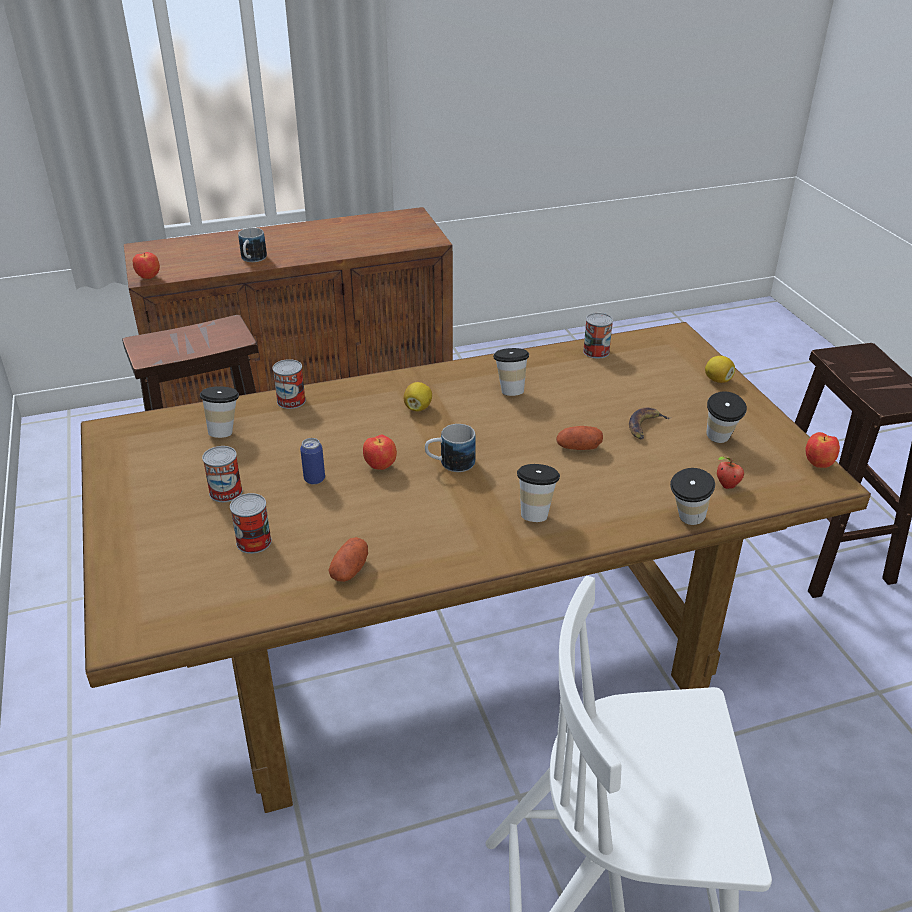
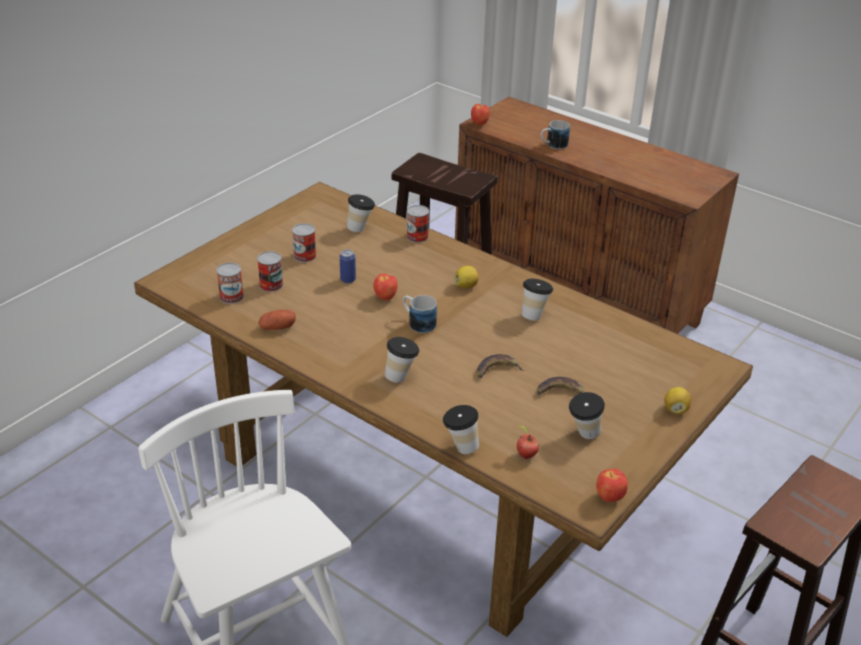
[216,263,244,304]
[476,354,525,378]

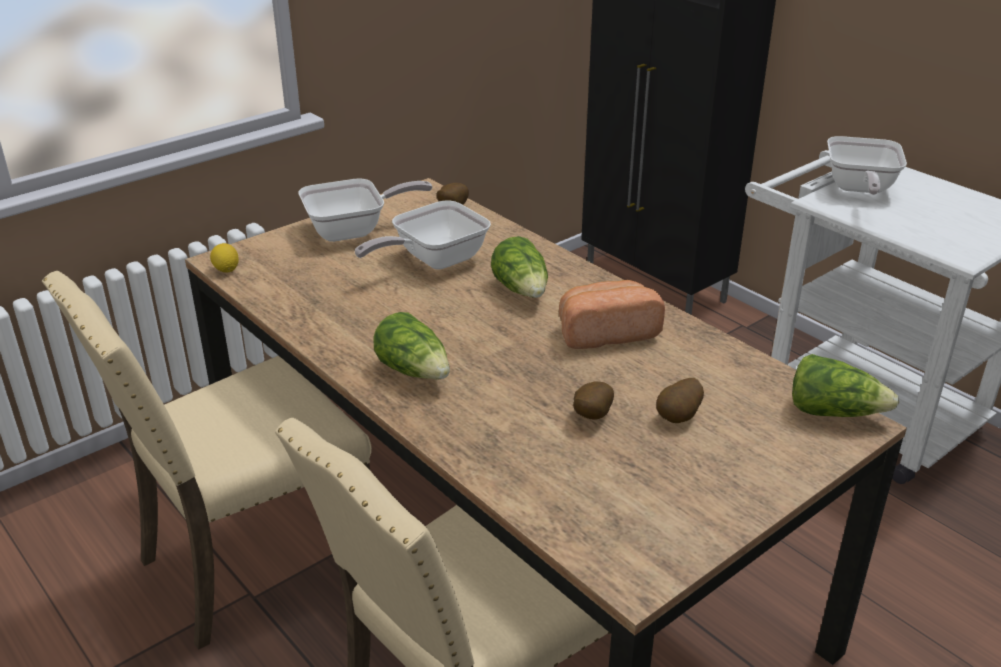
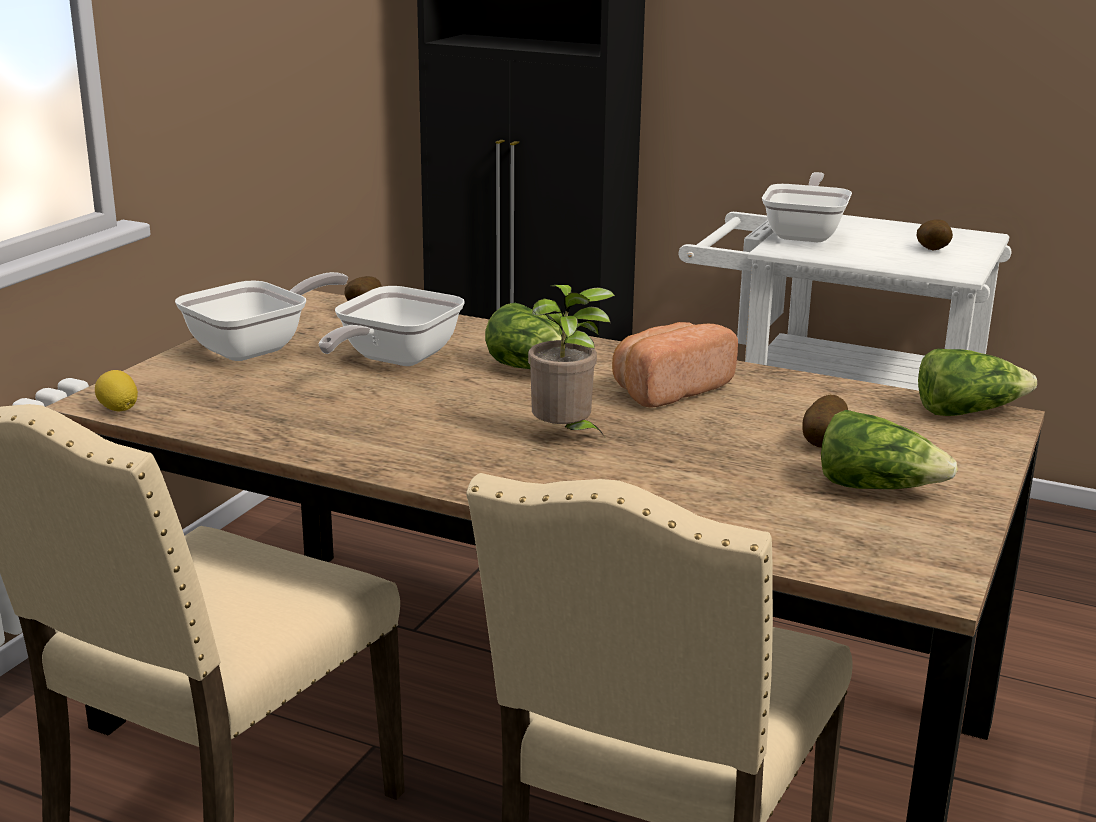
[762,172,852,242]
[821,410,958,489]
[916,220,953,251]
[528,285,615,436]

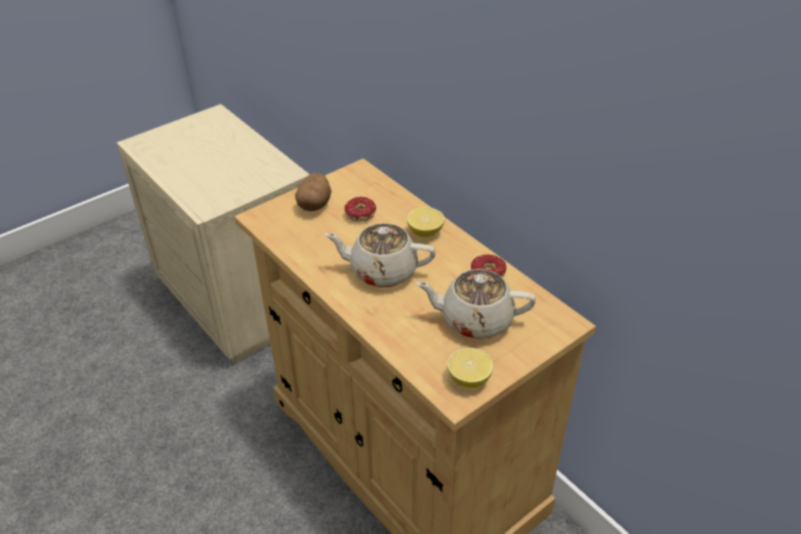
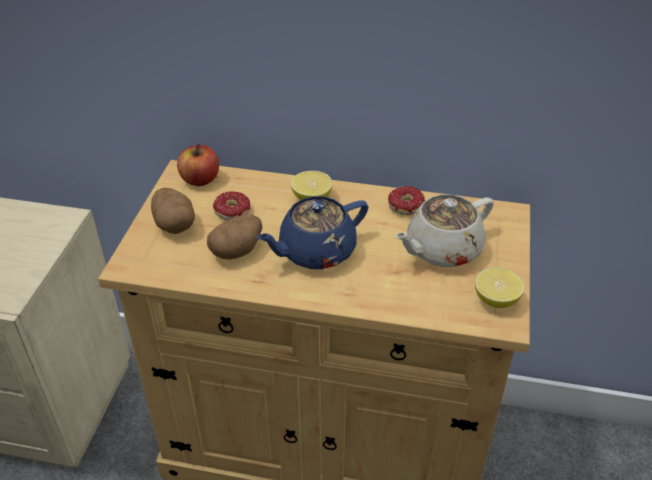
[256,196,368,269]
[177,144,219,186]
[207,214,262,259]

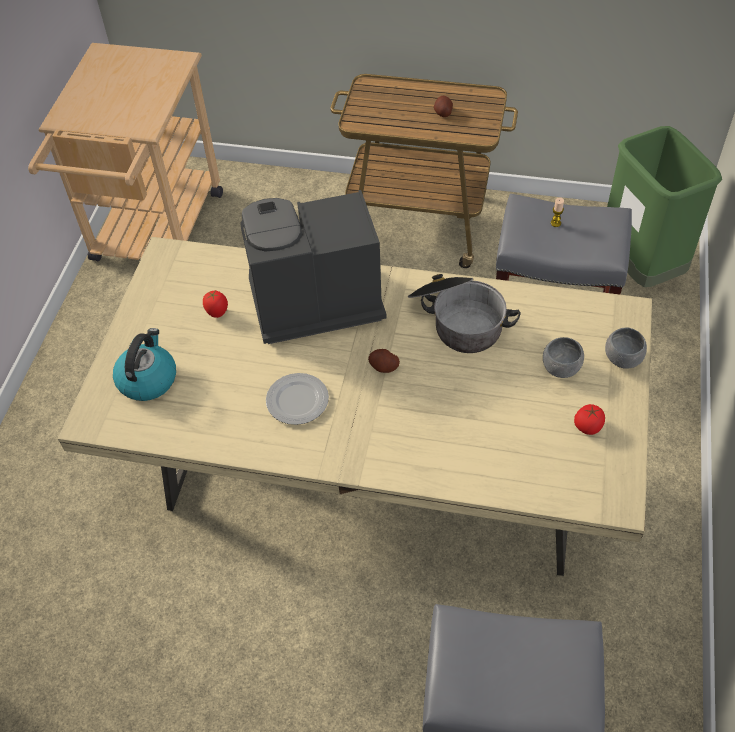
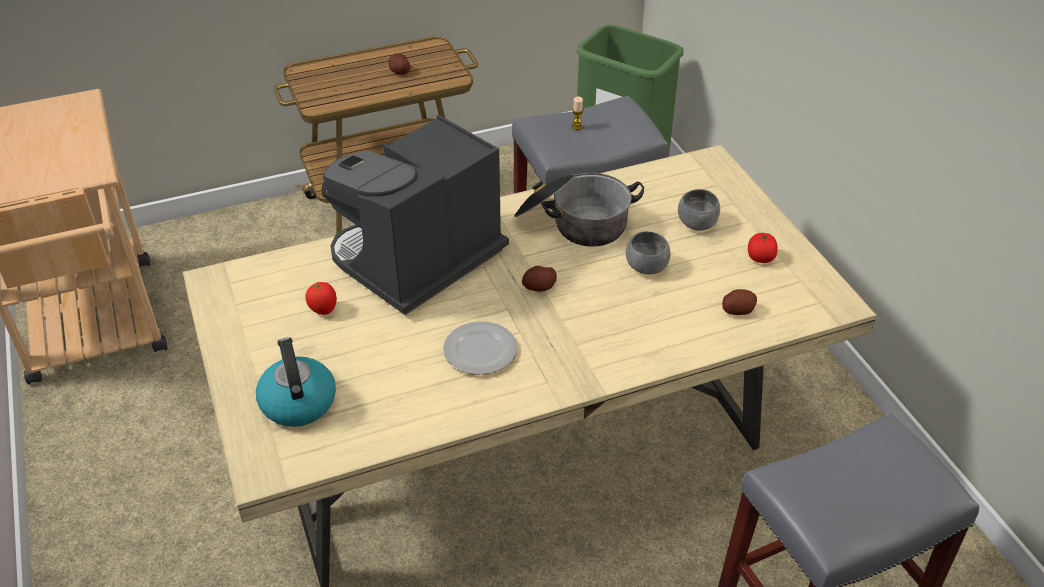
[626,231,671,275]
[722,289,757,315]

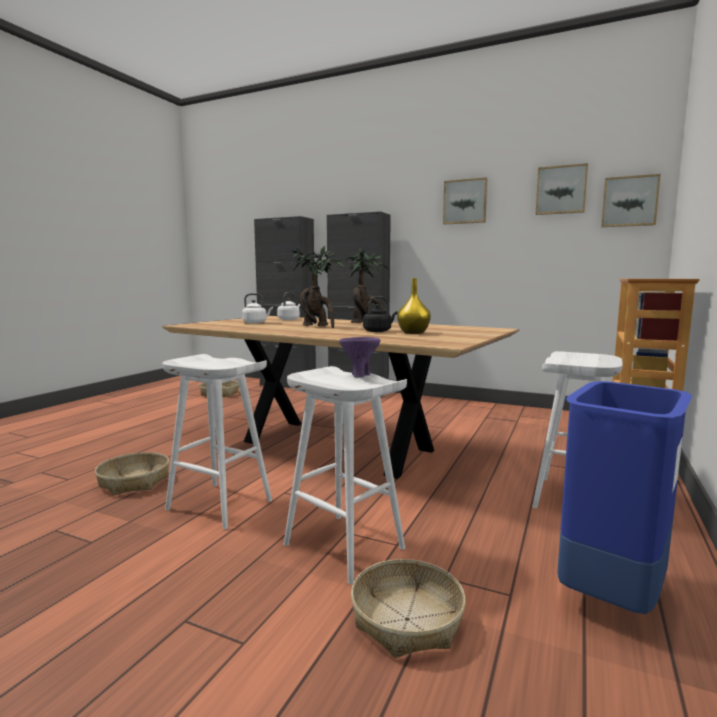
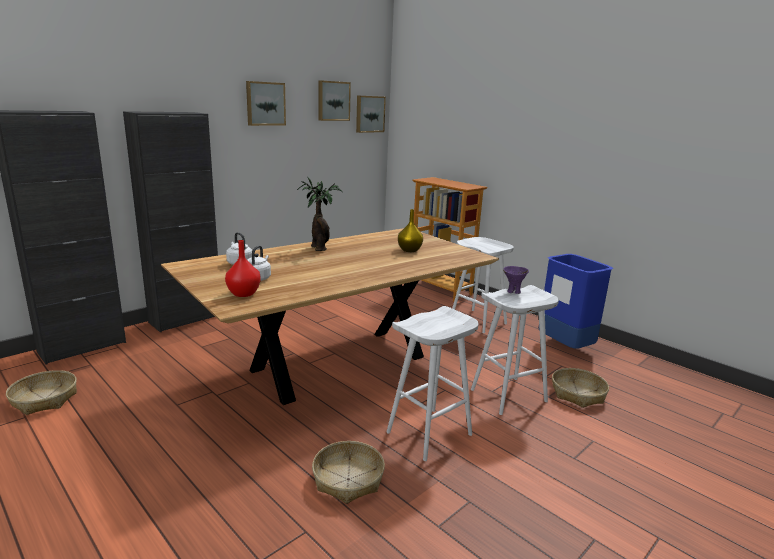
[291,246,345,328] (first image)
[363,296,398,332] (first image)
[225,240,261,297]

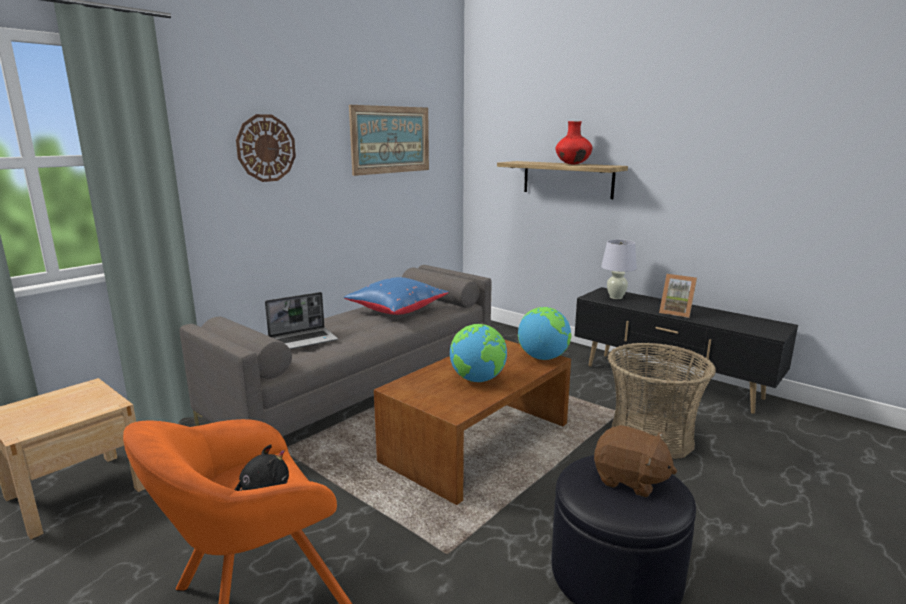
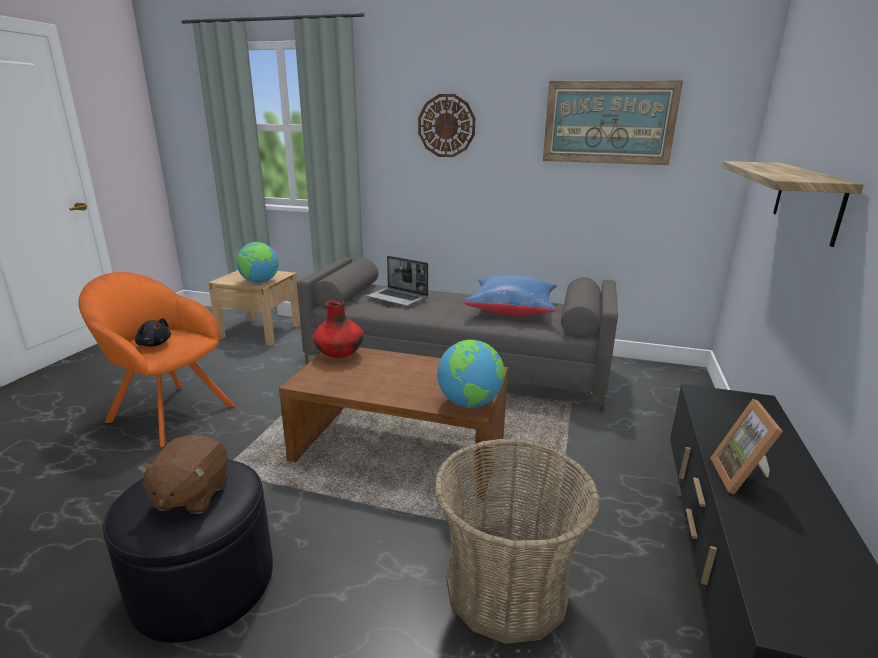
[313,300,364,358]
[601,239,637,299] (first image)
[236,242,279,283]

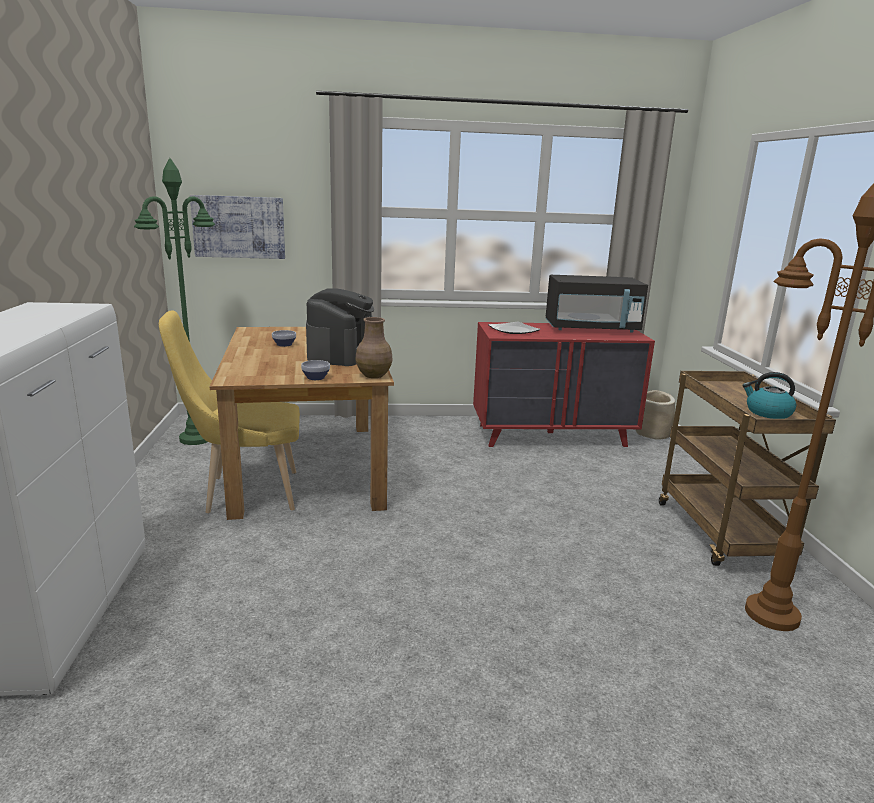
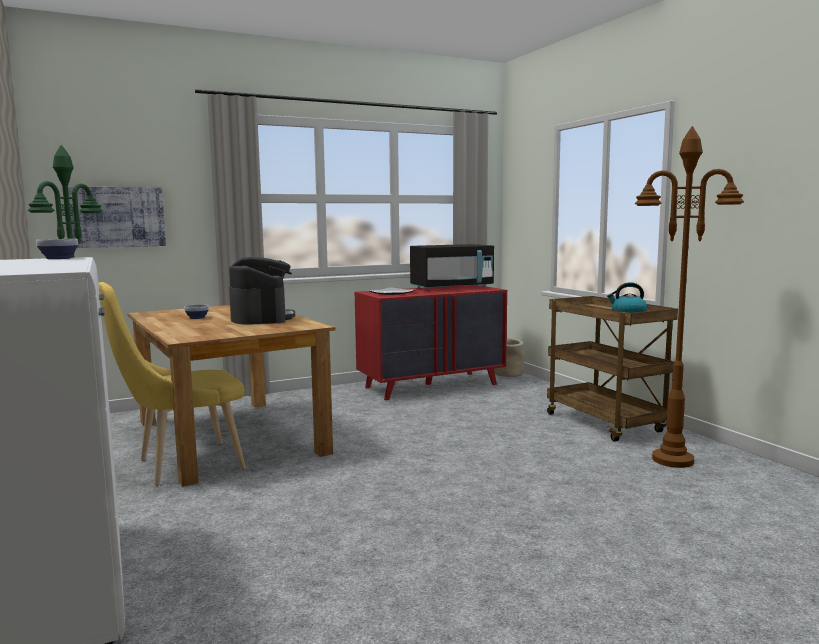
[355,317,392,378] (first image)
[36,239,78,259]

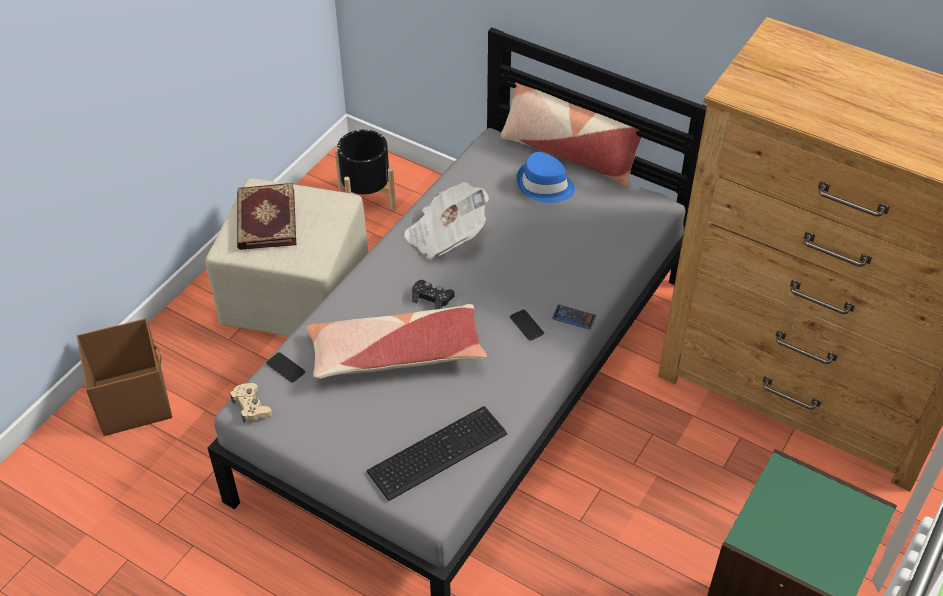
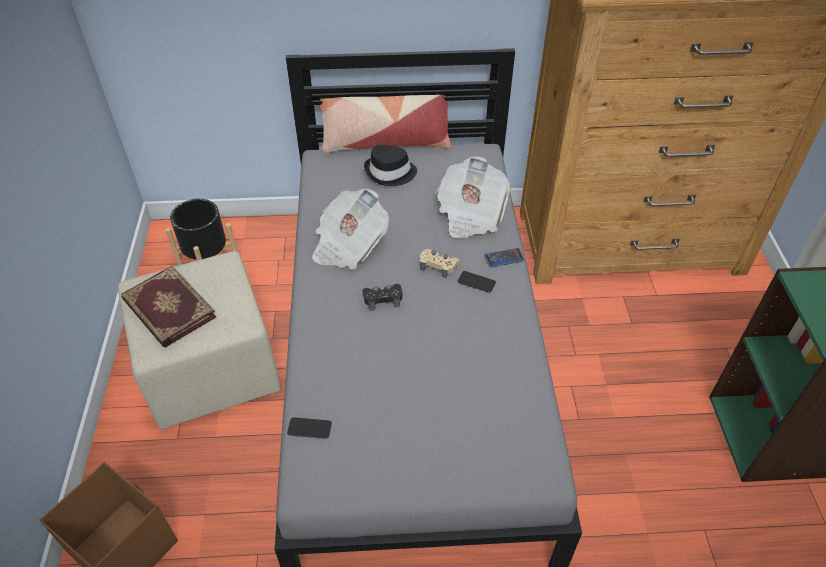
[364,145,417,186]
[307,304,487,379] (first image)
[420,249,459,278]
[366,406,507,501] (first image)
[436,156,511,239]

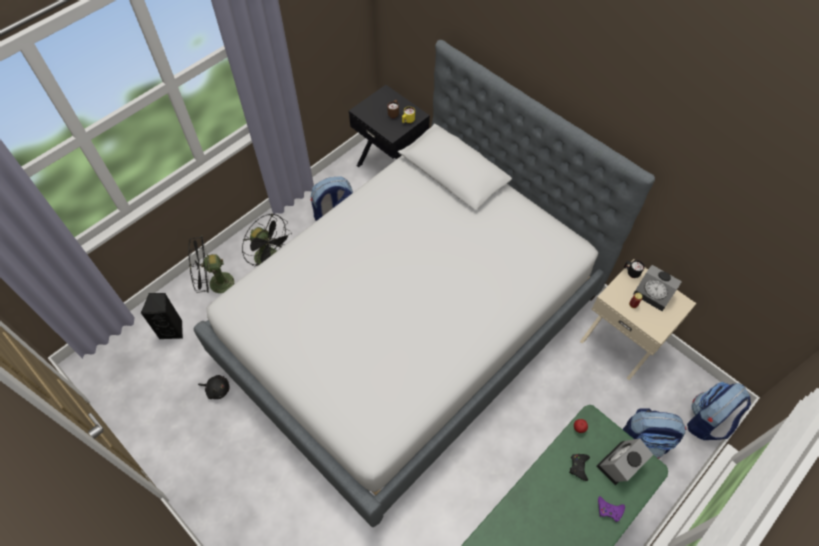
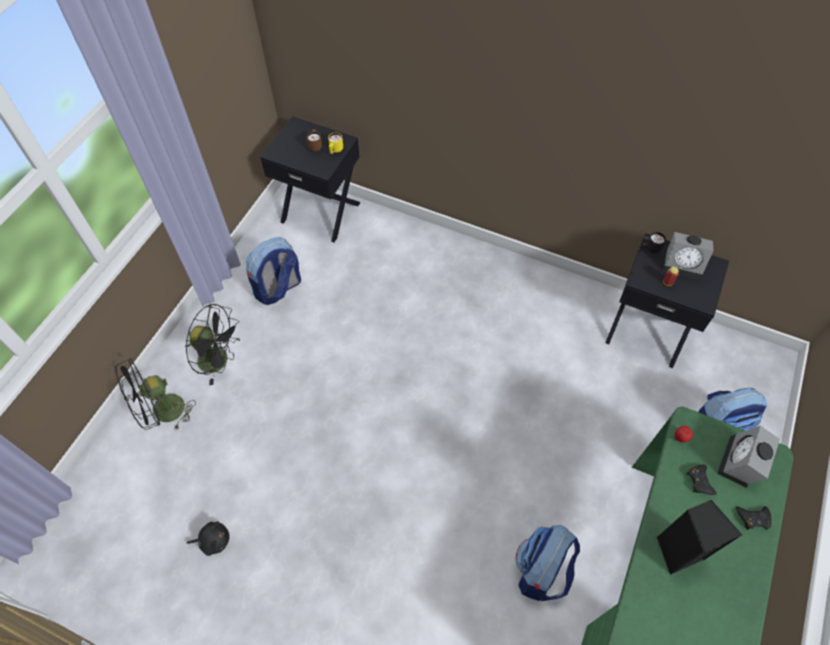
[194,40,655,527] (first image)
[606,234,729,368]
[657,500,742,575]
[516,525,580,601]
[736,506,772,530]

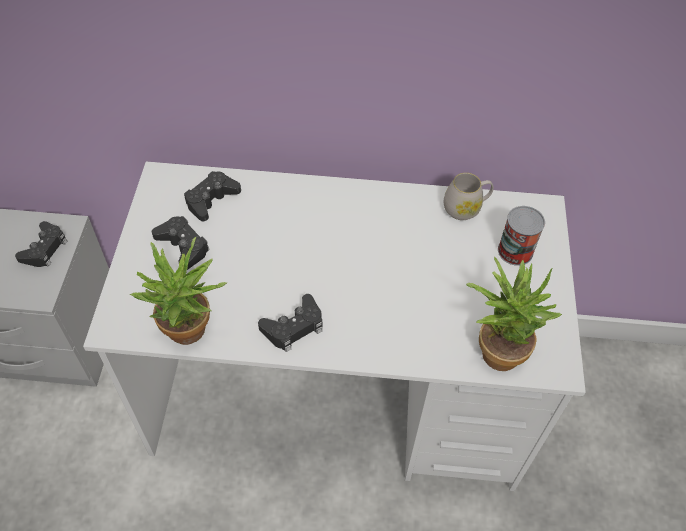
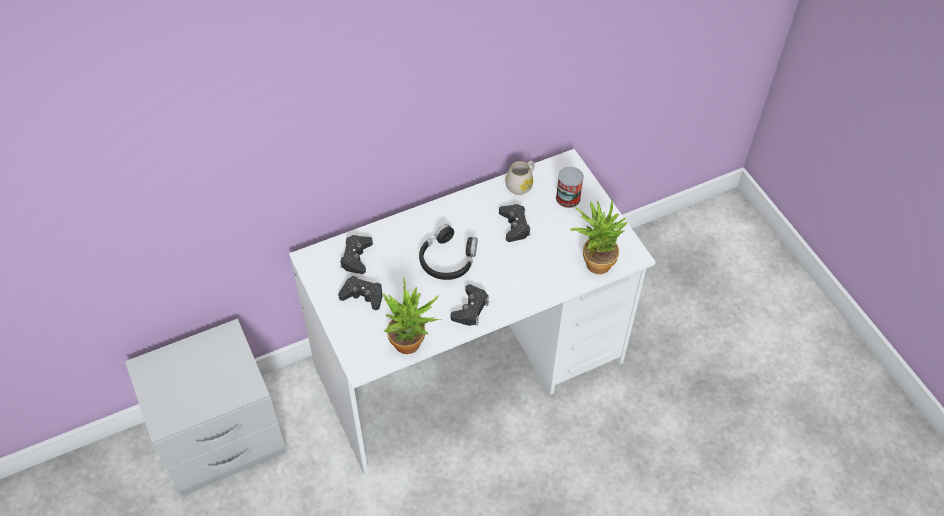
[499,204,531,242]
[419,224,478,280]

